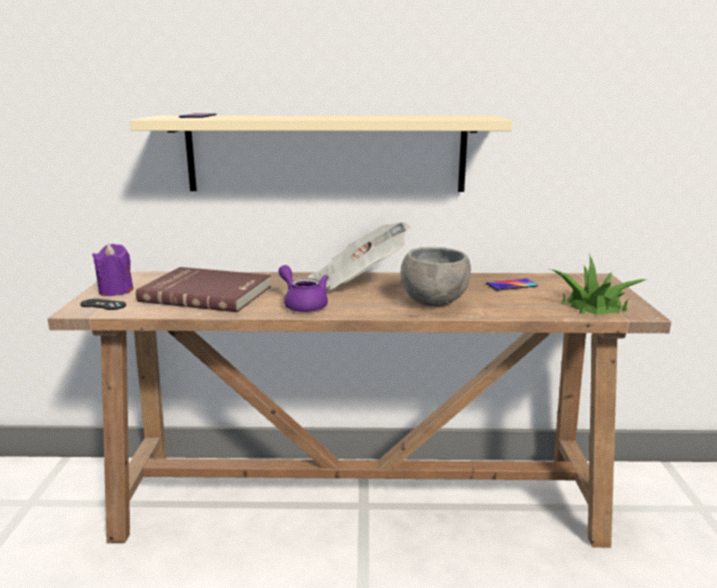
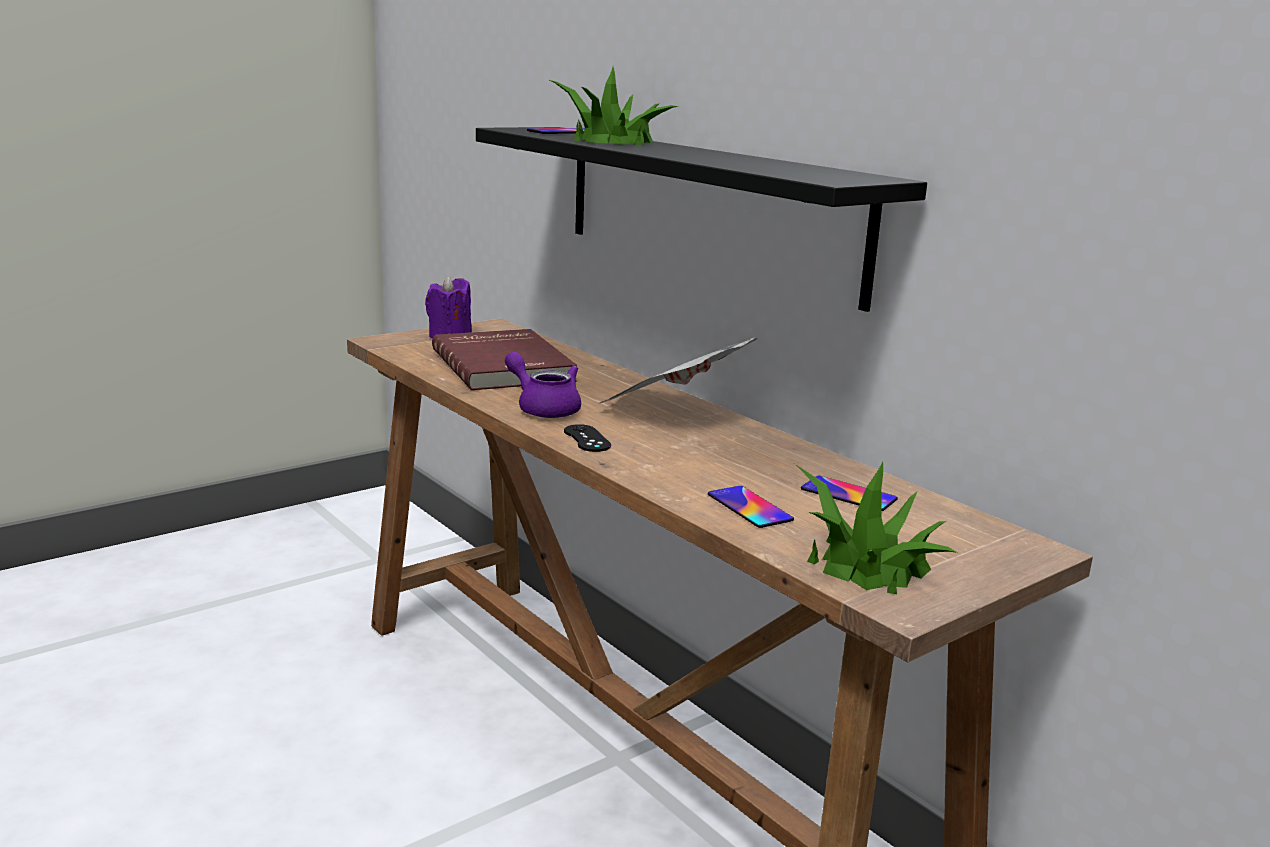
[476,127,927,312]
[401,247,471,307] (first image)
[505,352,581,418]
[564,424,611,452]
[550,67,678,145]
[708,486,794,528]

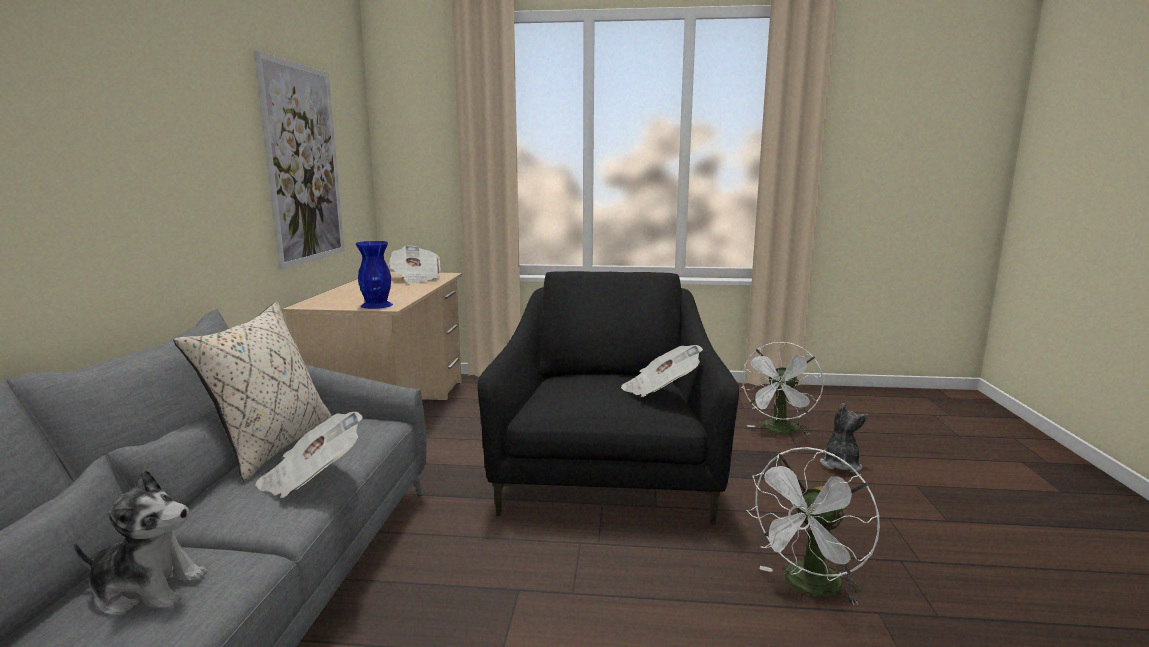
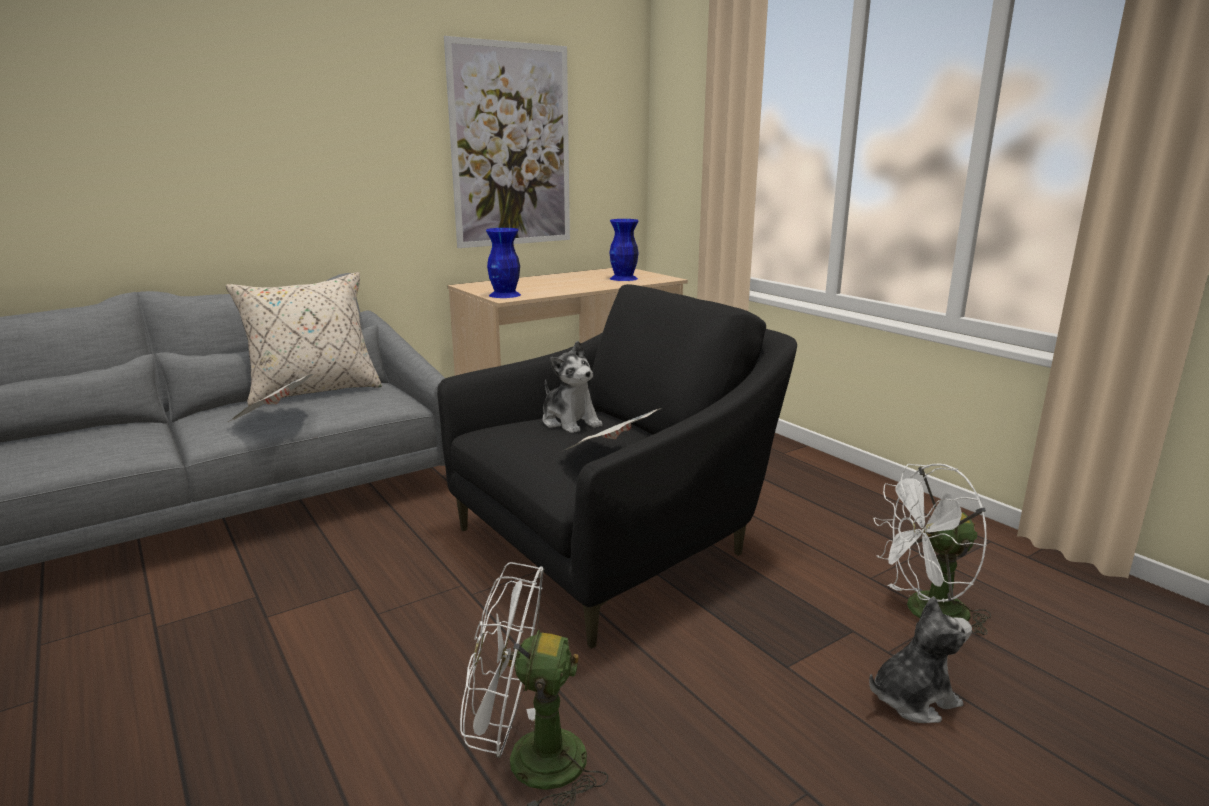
[609,219,639,281]
[543,341,602,433]

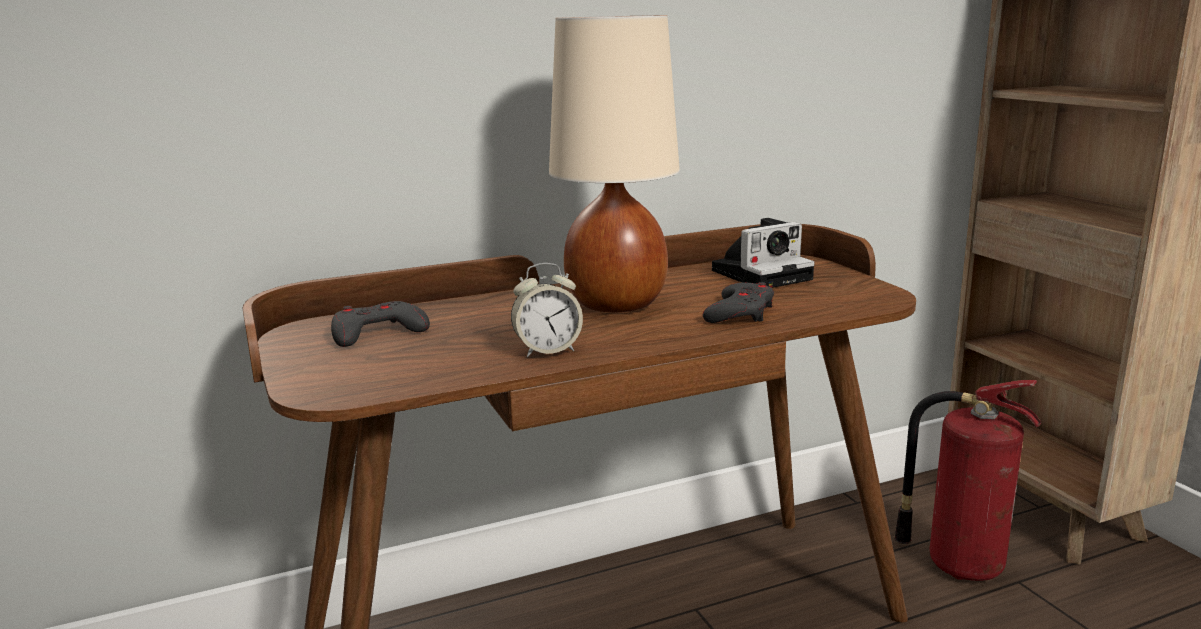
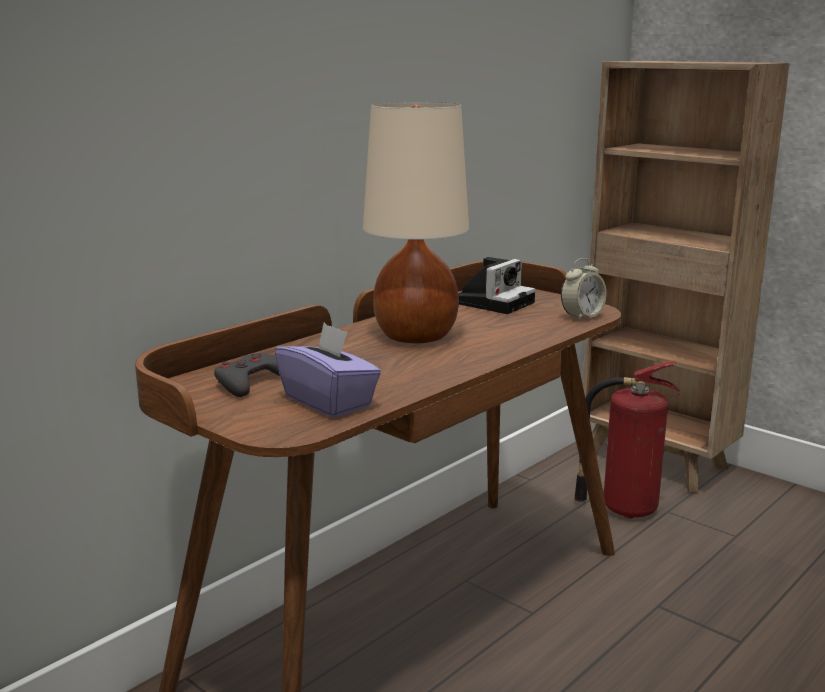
[561,258,607,321]
[703,282,774,323] (first image)
[275,323,381,418]

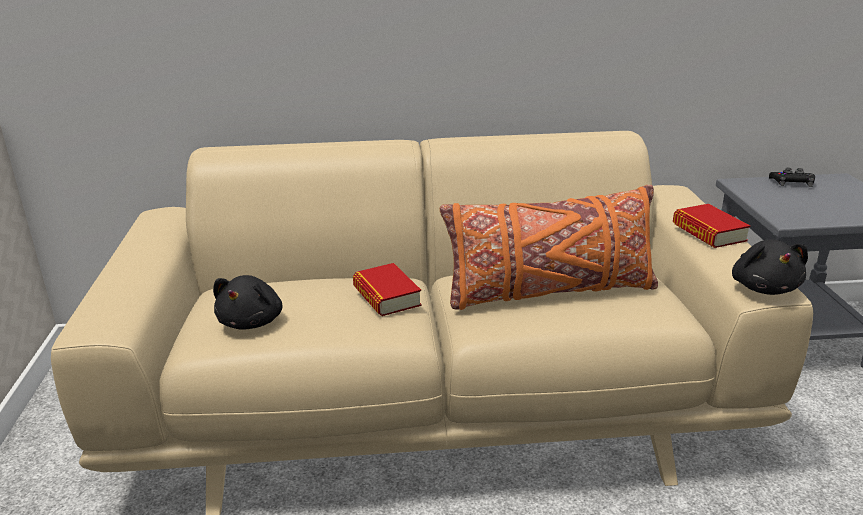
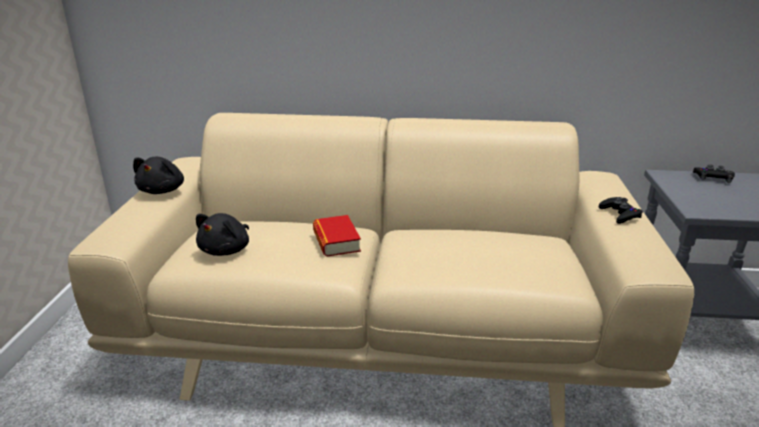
[440,185,658,310] (first image)
[599,197,643,224]
[133,157,184,194]

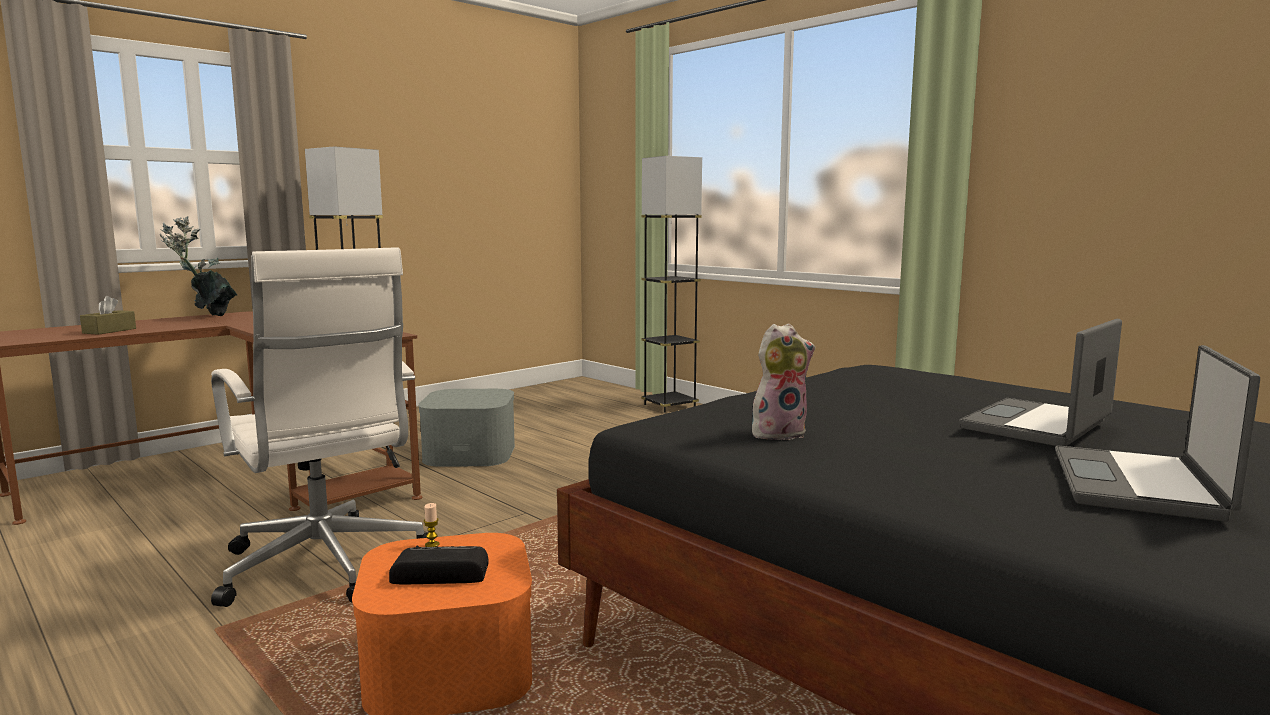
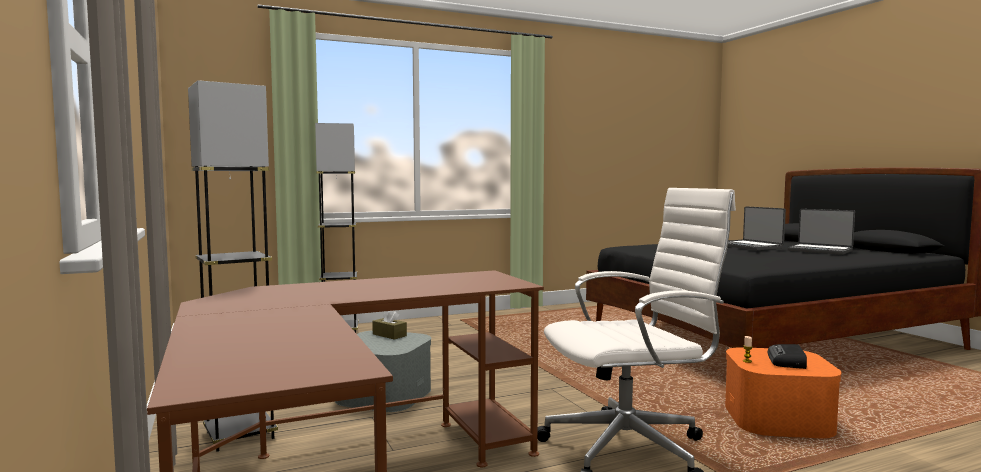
[160,216,237,316] (first image)
[372,311,407,339]
[752,324,815,440] (first image)

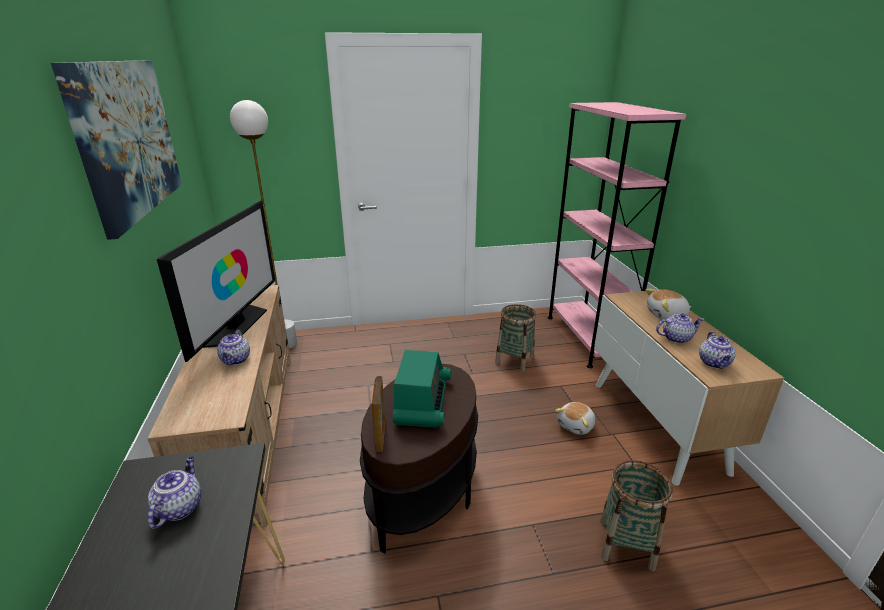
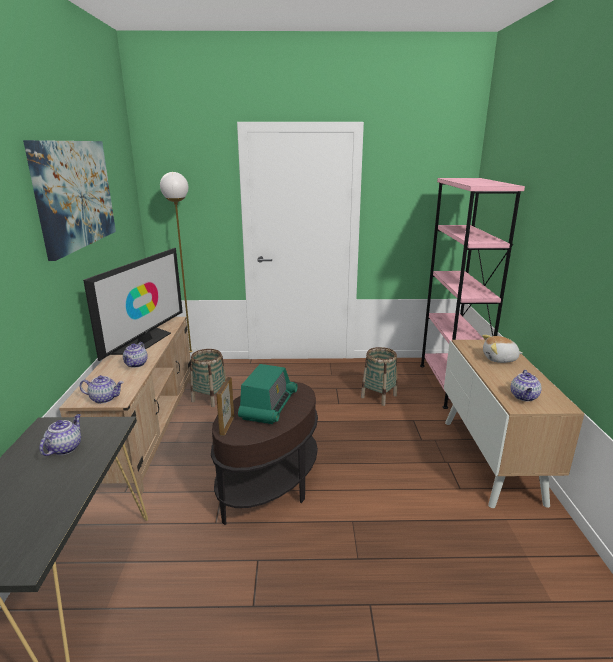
[80,375,124,404]
[555,402,595,435] (first image)
[191,349,226,407]

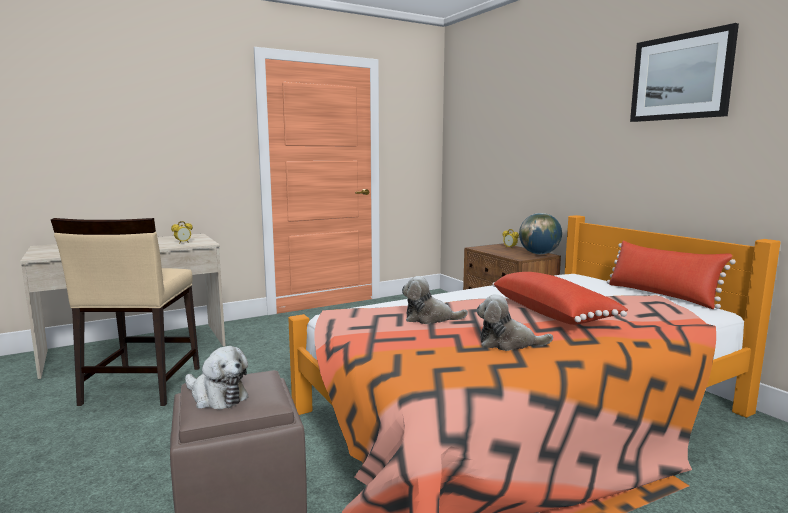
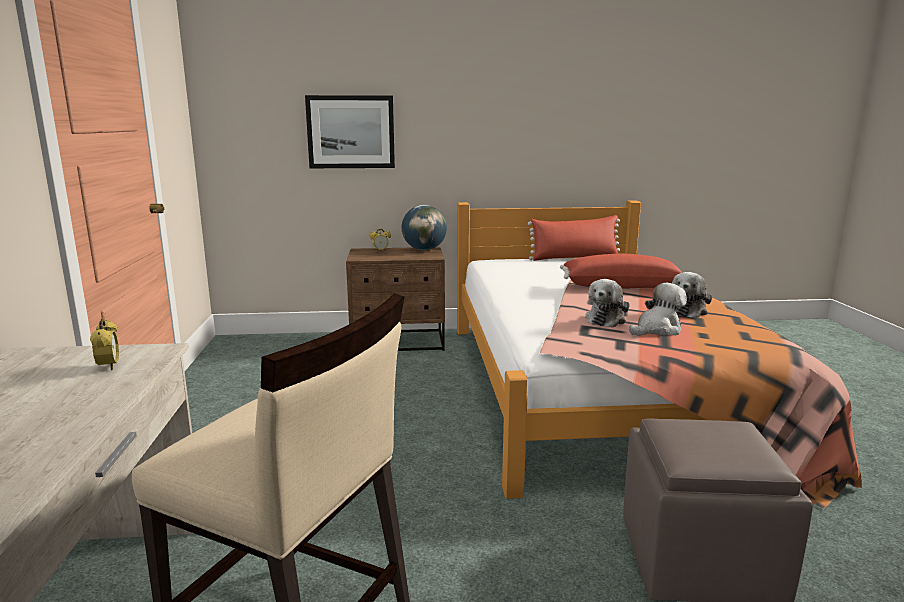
[305,95,395,168]
[629,283,687,336]

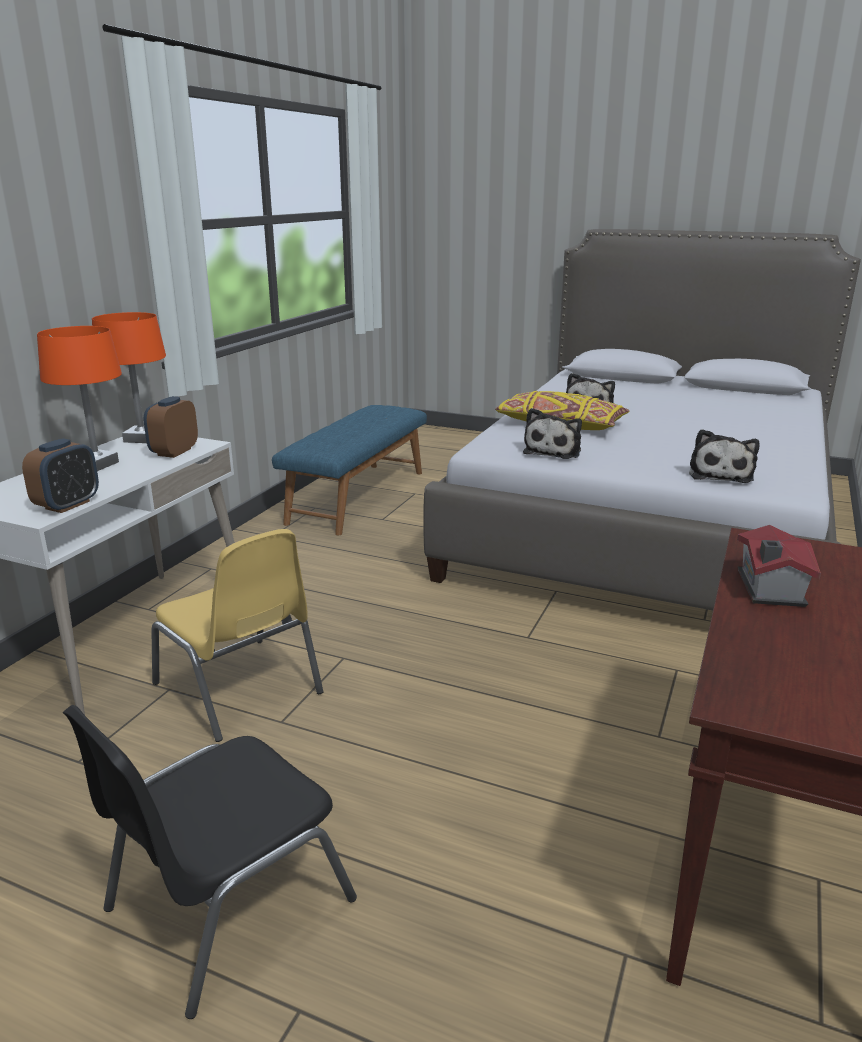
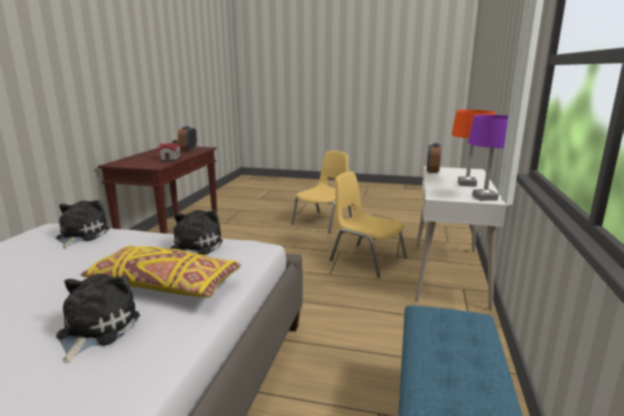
[468,115,508,201]
[178,126,197,151]
[291,151,352,233]

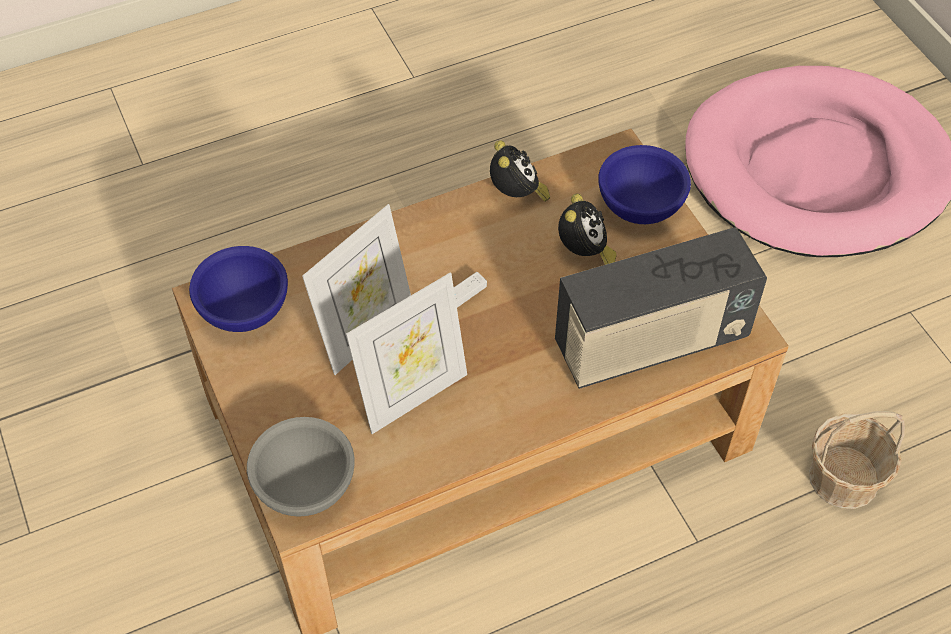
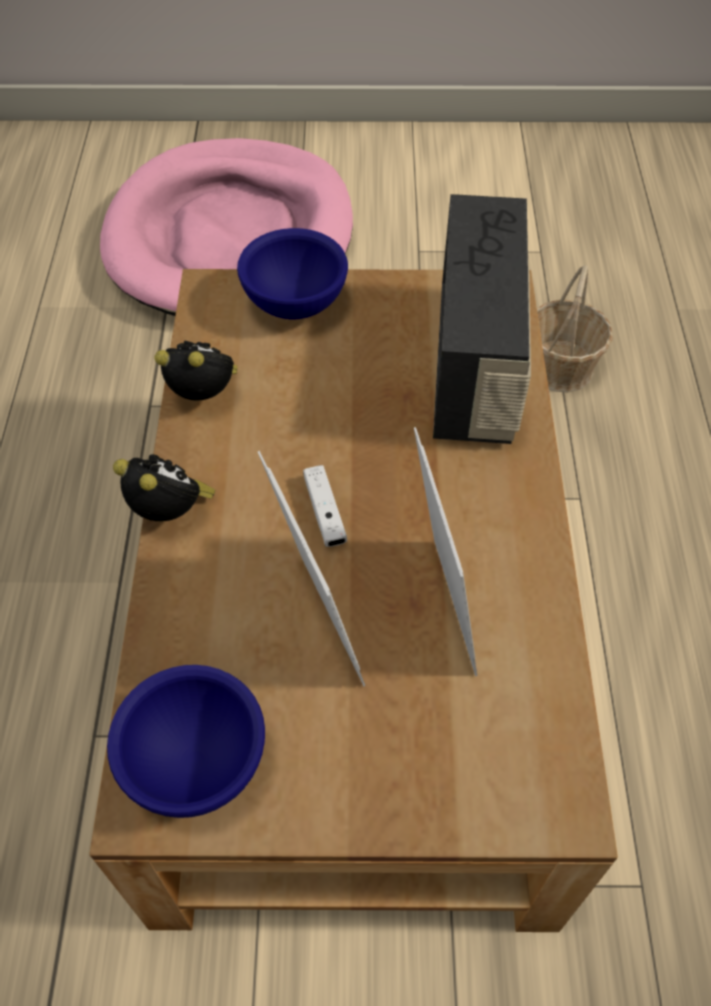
[113,454,215,521]
[247,417,355,517] (first image)

